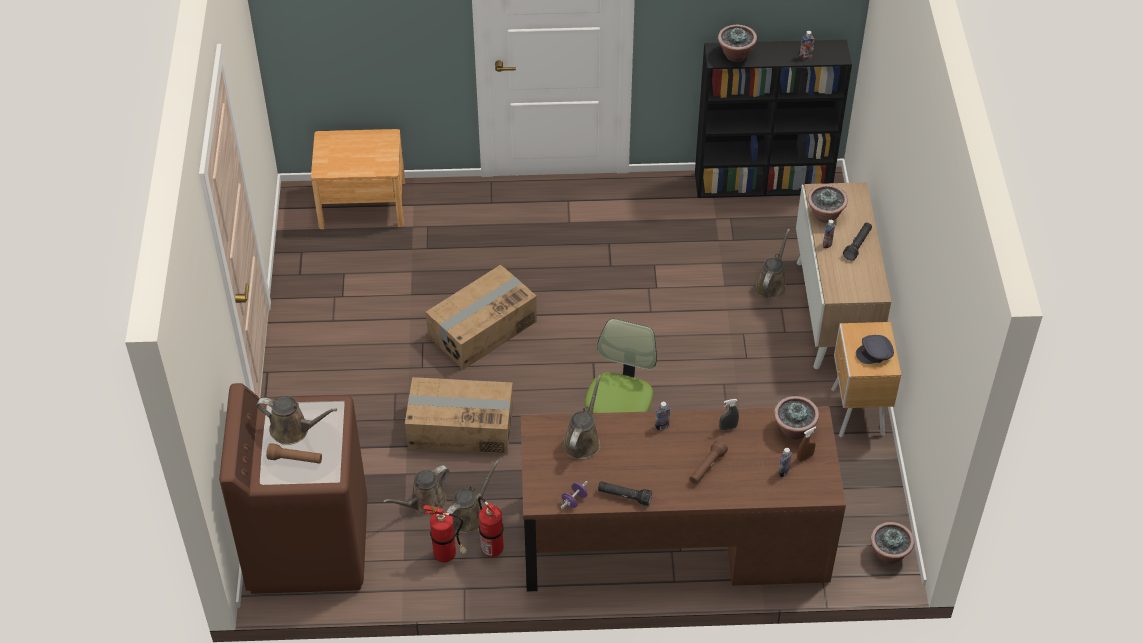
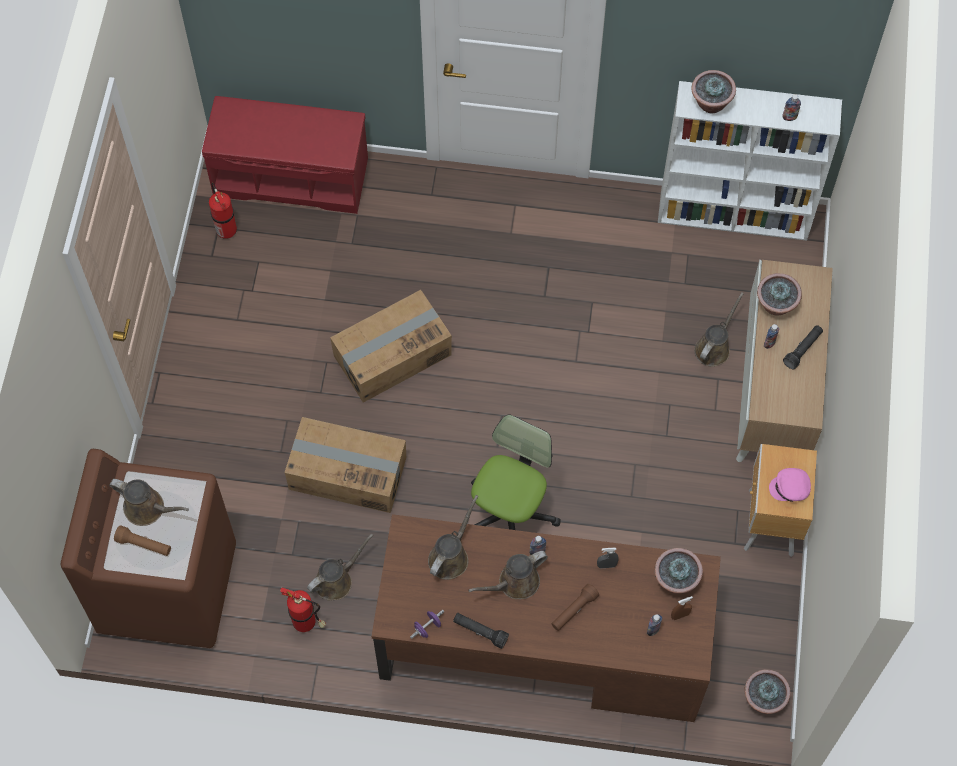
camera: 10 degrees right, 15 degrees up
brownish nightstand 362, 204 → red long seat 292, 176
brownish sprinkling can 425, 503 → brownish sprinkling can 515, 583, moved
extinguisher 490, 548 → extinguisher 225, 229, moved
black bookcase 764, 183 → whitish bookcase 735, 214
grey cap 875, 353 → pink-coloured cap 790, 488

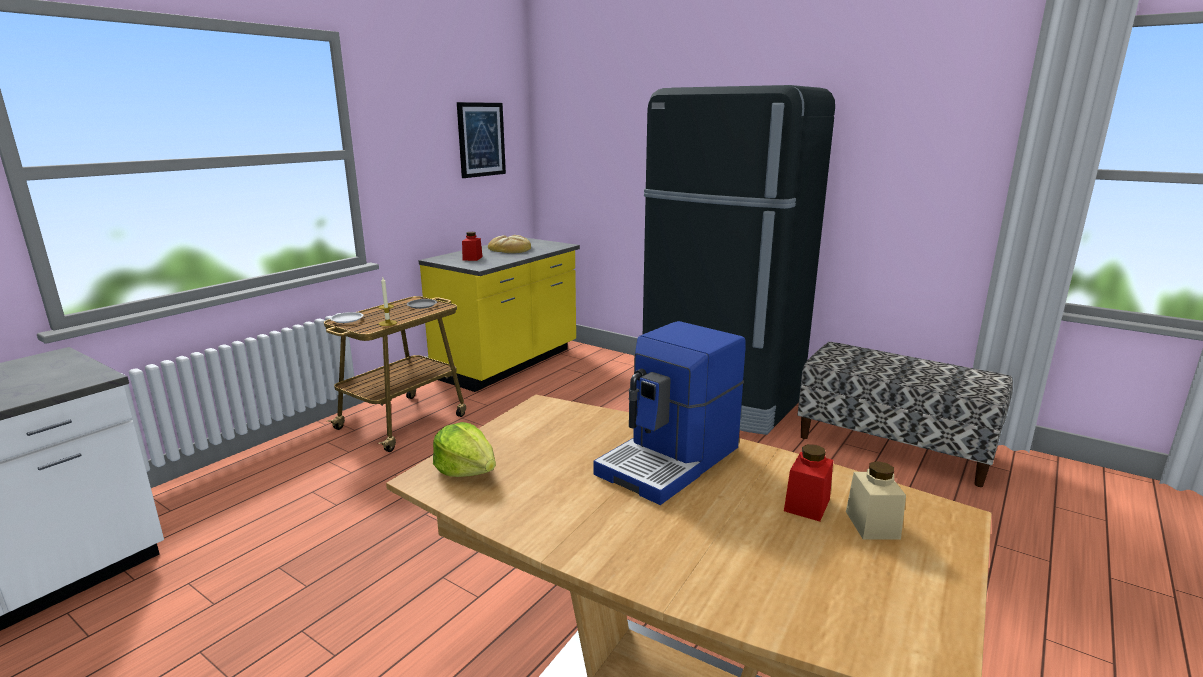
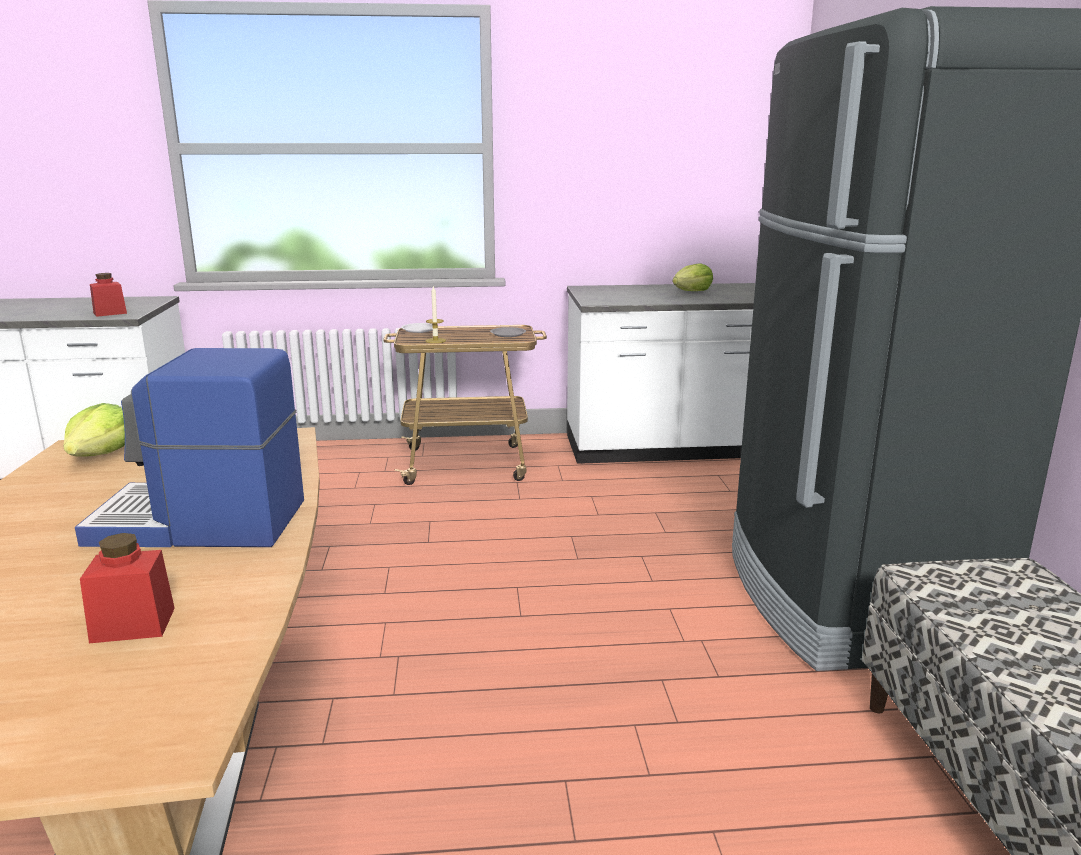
camera: 50 degrees right, 0 degrees up
yellow-coloured counter 509, 364 → whitish counter 666, 449
picture 481, 139 → -
red jar 472, 258 → red jar 110, 313, moved
bakery bread 510, 249 → head of lettuce 692, 292
beige jar 872, 525 → -

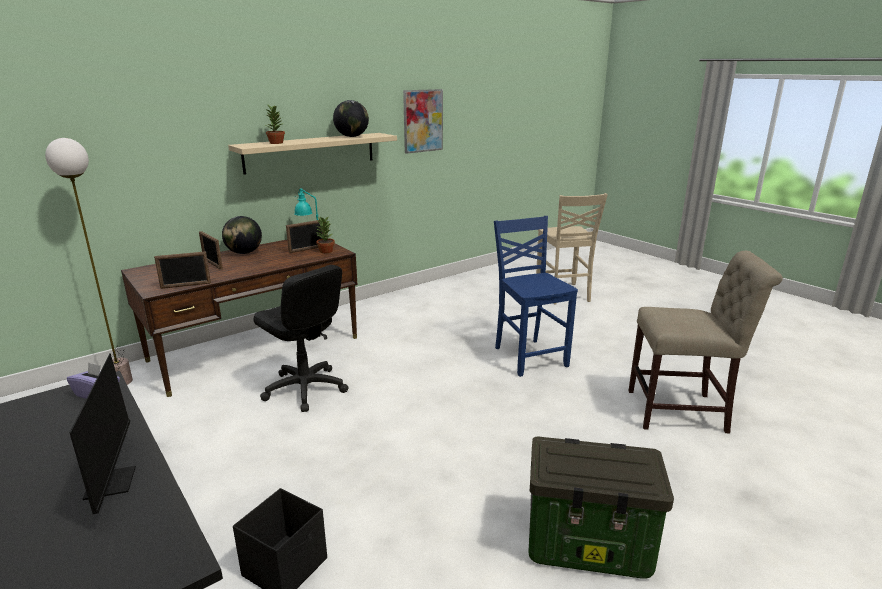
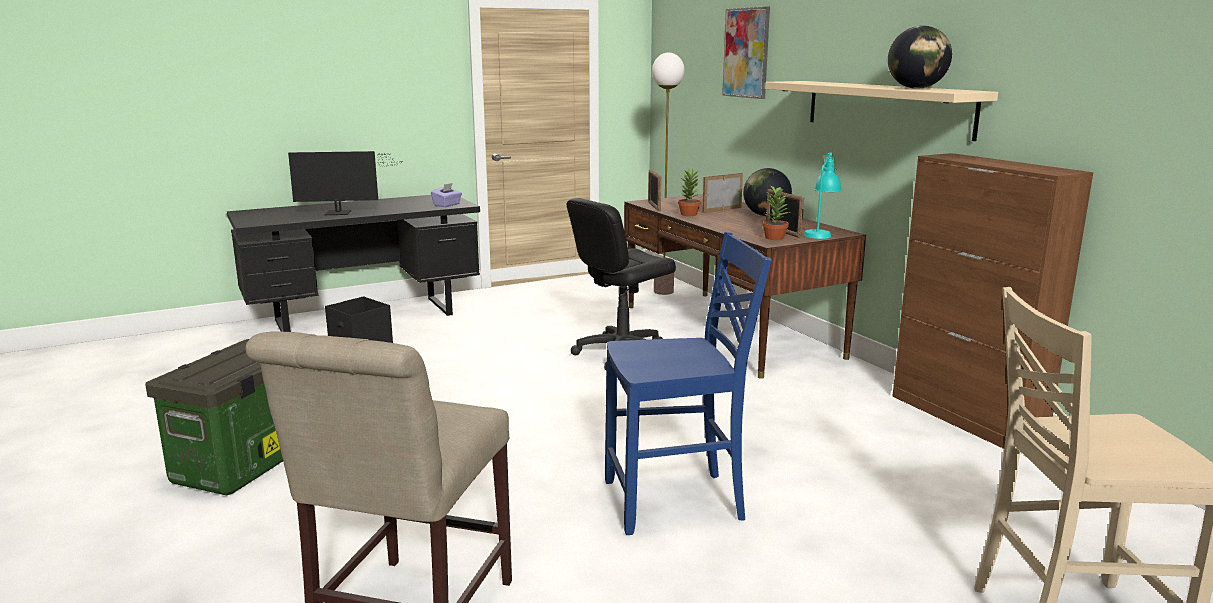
camera: 100 degrees right, 5 degrees down
plant in a pot 276, 143 → plant in a pot 689, 214, moved
picture 423, 121 → picture 746, 53, moved
- → brownish cabinet 966, 419

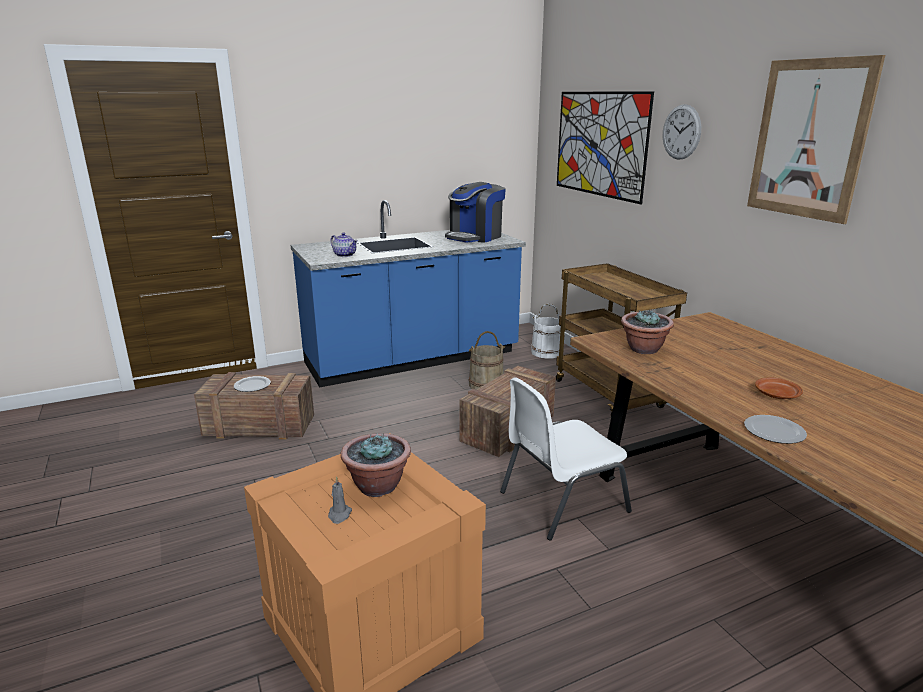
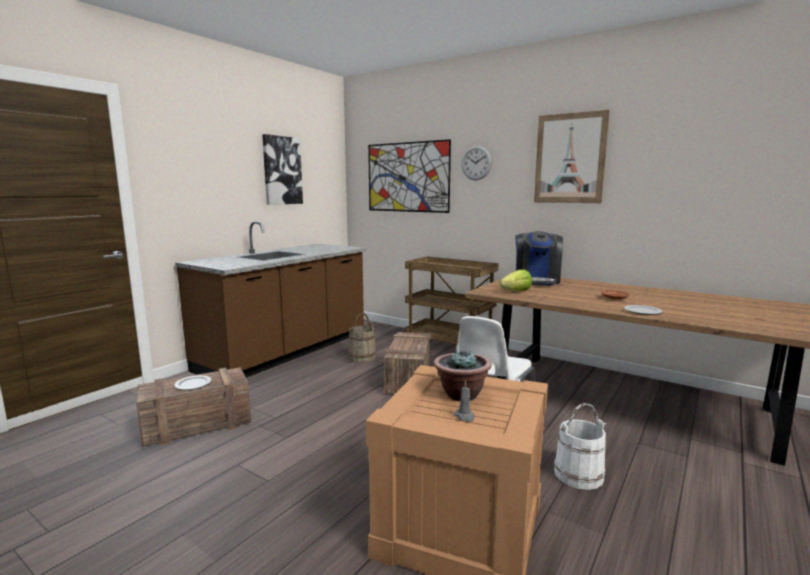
camera: 30 degrees left, 10 degrees down
bluish counter 412, 359 → brownish counter 286, 352
teapot 345, 255 → -
coffee machine 475, 237 → coffee machine 536, 280, moved
whitish bucket 546, 352 → whitish bucket 578, 475, moved
plant in a pot 644, 349 → head of lettuce 516, 291
- → picture 282, 170

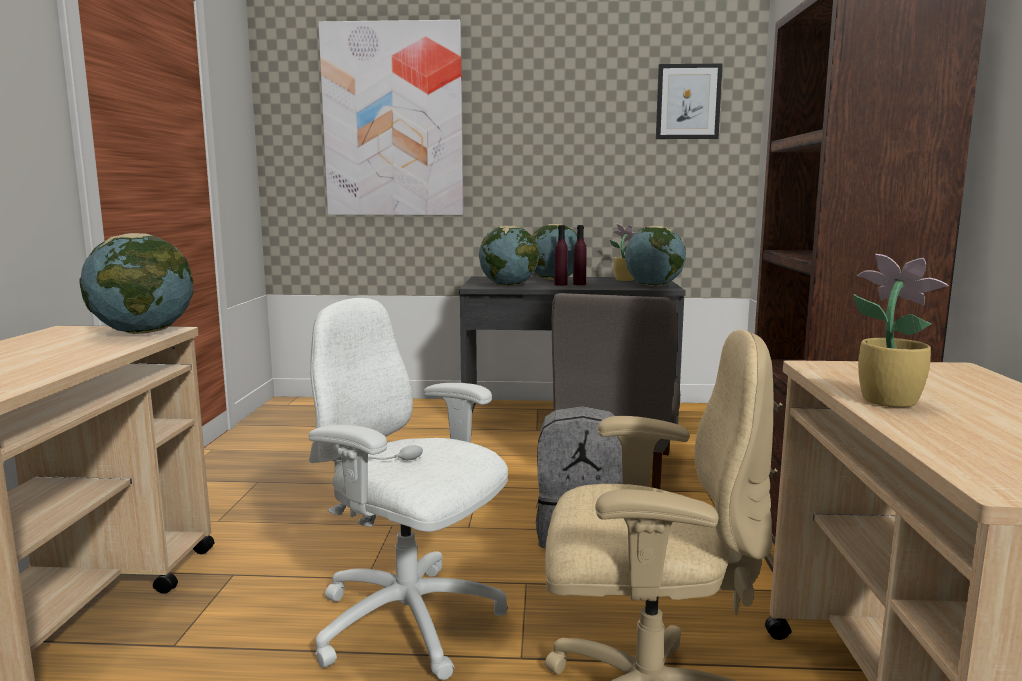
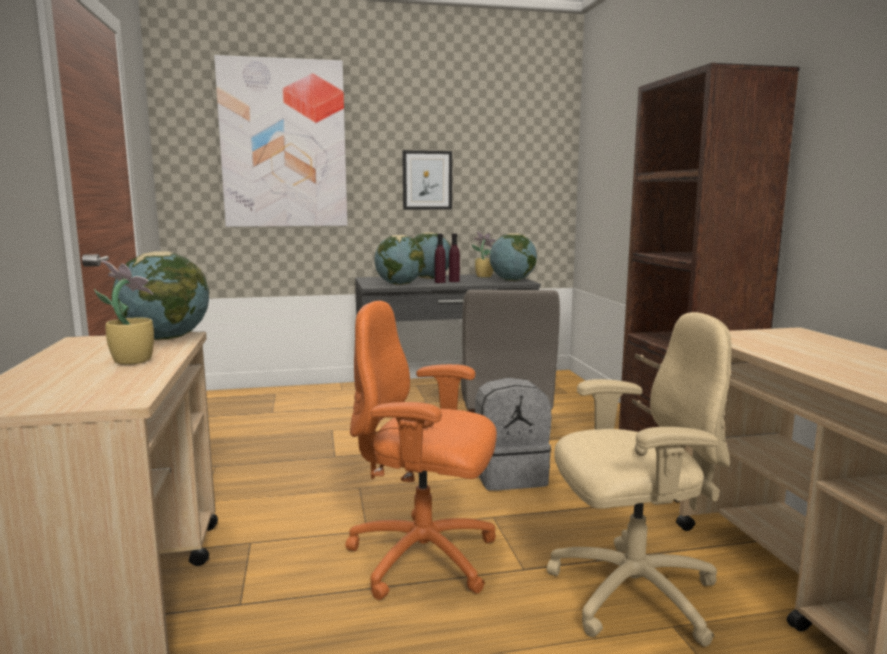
camera: 15 degrees left, 0 degrees up
whitish computer chair 410, 623 → orange computer chair 425, 558
picture 688, 102 → picture 427, 180, moved
plant in a pot 886, 401 → plant in a pot 132, 360, moved

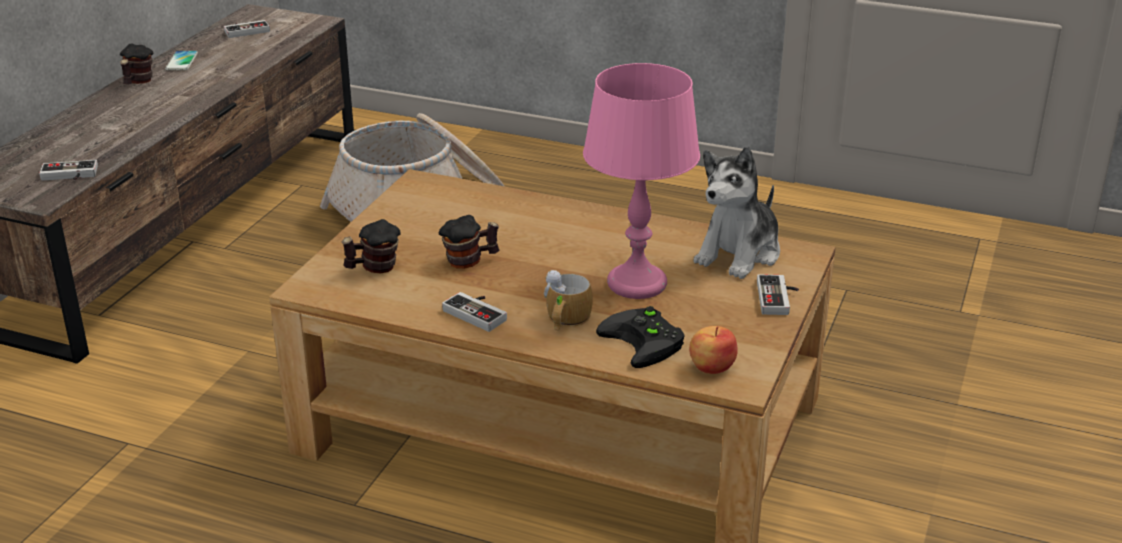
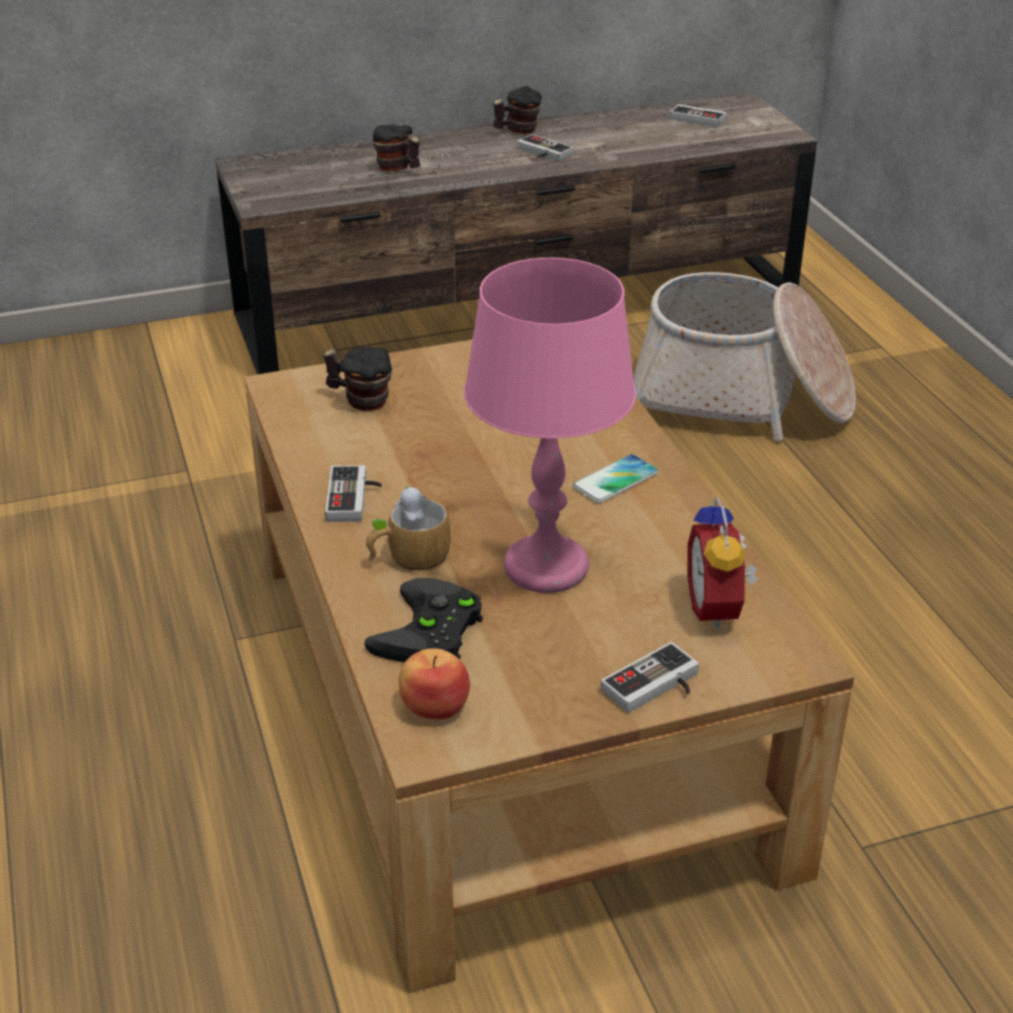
camera: 50 degrees right, 5 degrees up
joypad 69, 176 → joypad 541, 153, moved
handset 182, 61 → handset 615, 480, moved
tea mug 470, 261 → tea mug 397, 169, moved
cuddly toy 739, 254 → table clock 718, 608

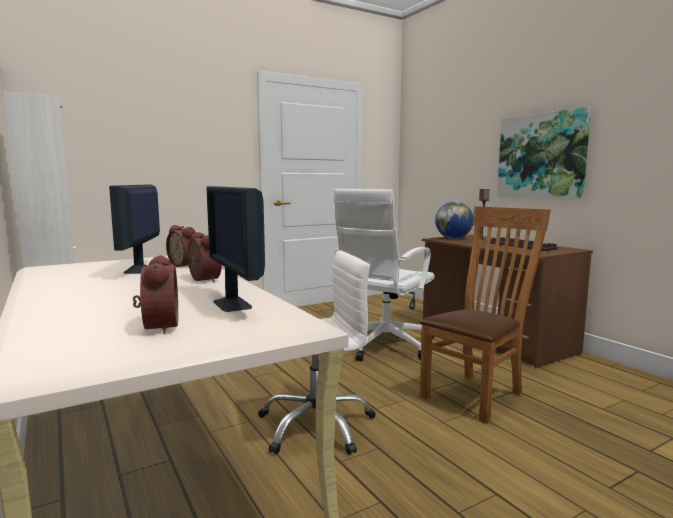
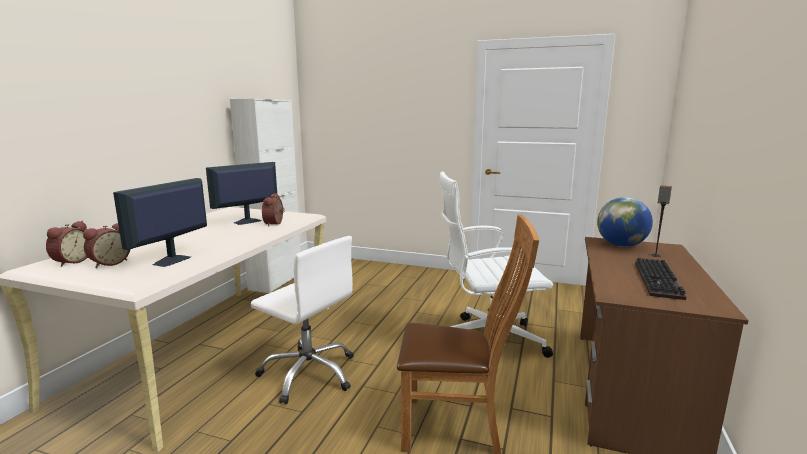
camera: 50 degrees right, 5 degrees up
table clock 202, 280 → table clock 71, 261, moved
picture 541, 156 → -

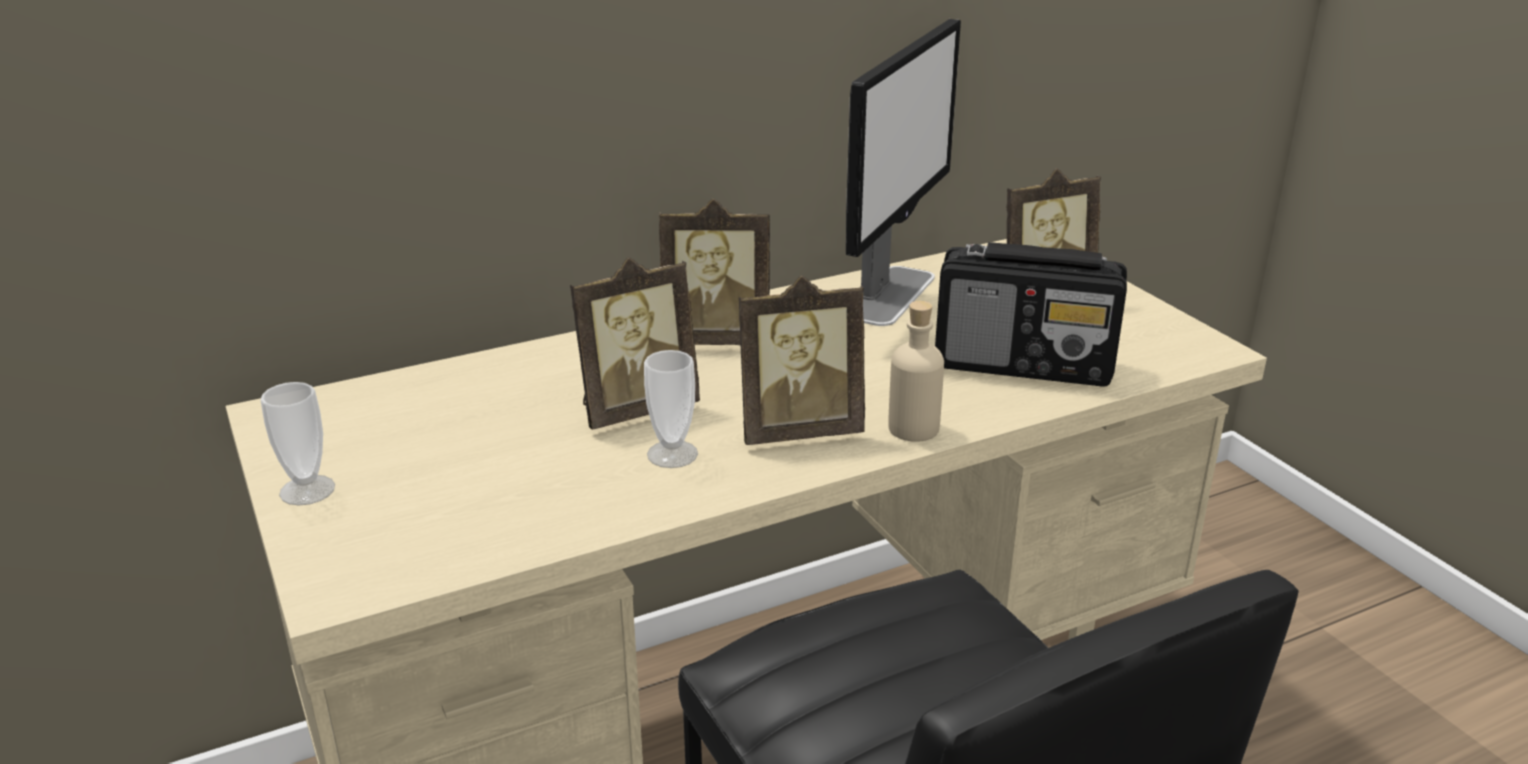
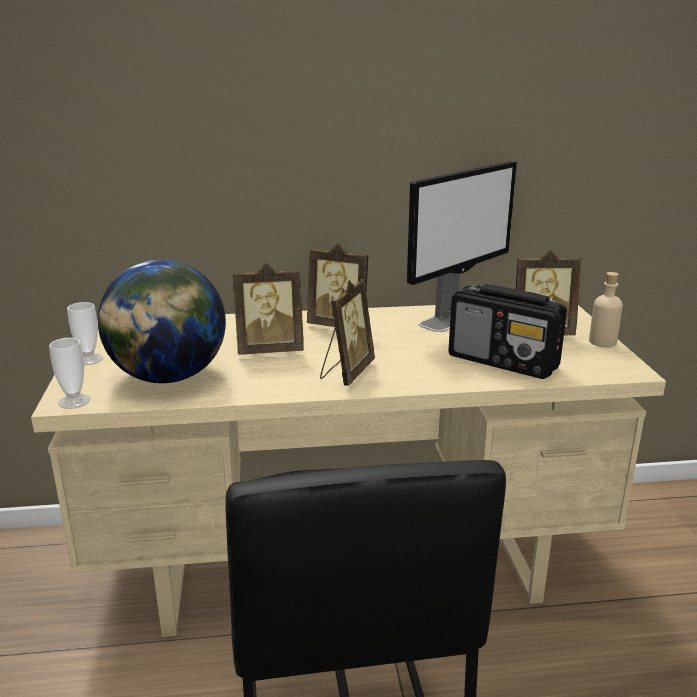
camera: 20 degrees right, 5 degrees down
drinking cup 672, 454 → drinking cup 74, 401, moved
photo frame 798, 430 → photo frame 346, 372, 75 degrees counterclockwise
beige beverage bottle 913, 428 → beige beverage bottle 602, 342, moved
- → globe 168, 377

